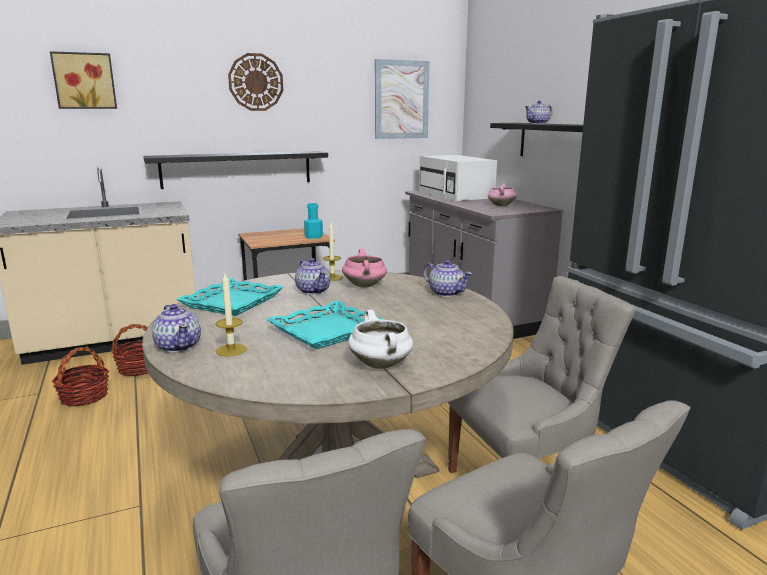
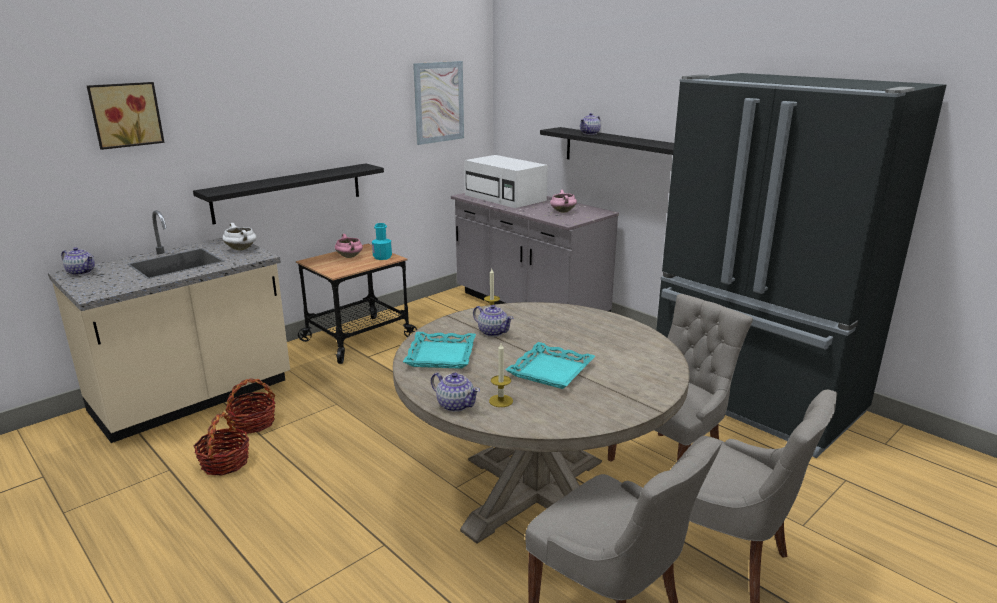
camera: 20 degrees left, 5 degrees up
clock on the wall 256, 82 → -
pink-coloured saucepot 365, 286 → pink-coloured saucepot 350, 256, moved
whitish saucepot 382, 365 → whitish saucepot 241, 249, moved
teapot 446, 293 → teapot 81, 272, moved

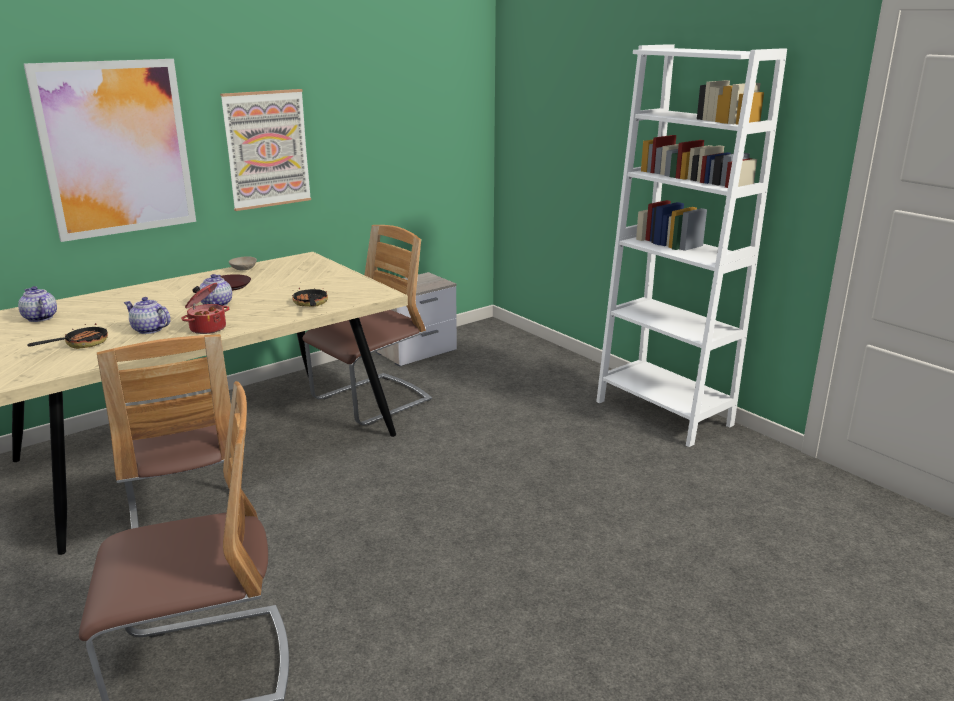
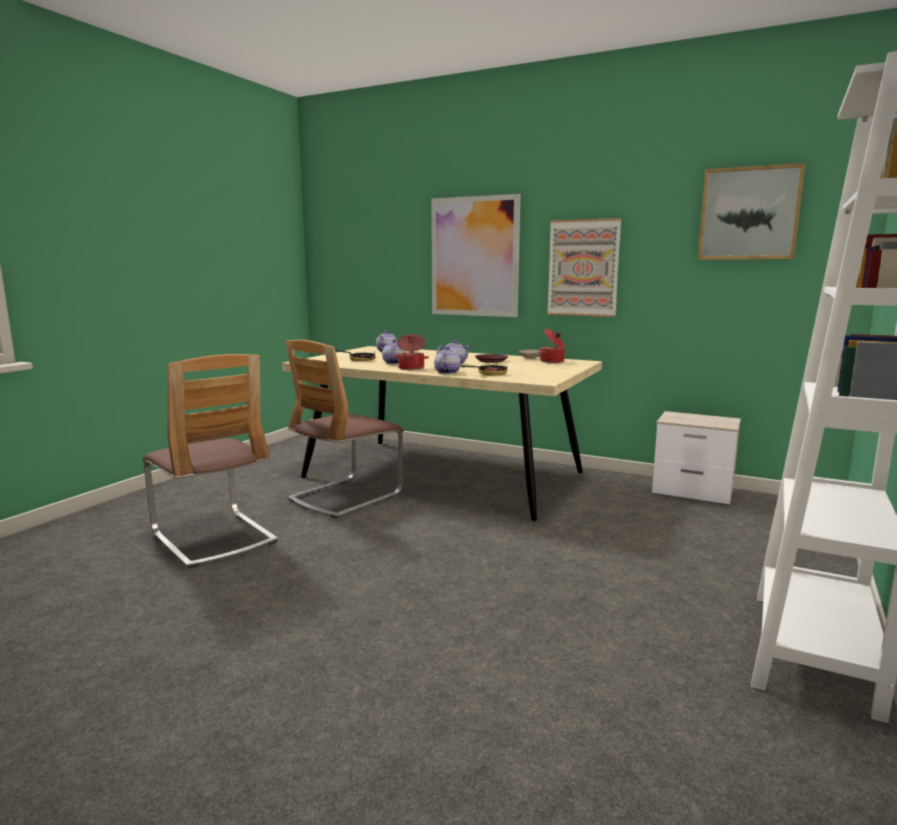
camera: 65 degrees right, 10 degrees down
plain chair 371, 401 → -
- → teapot 447, 372
- → saucepot 552, 361
- → picture 749, 213

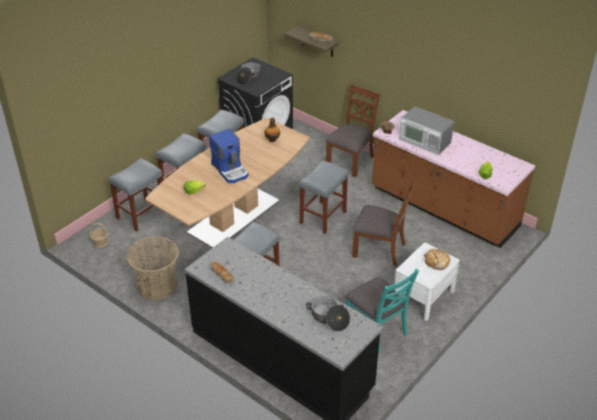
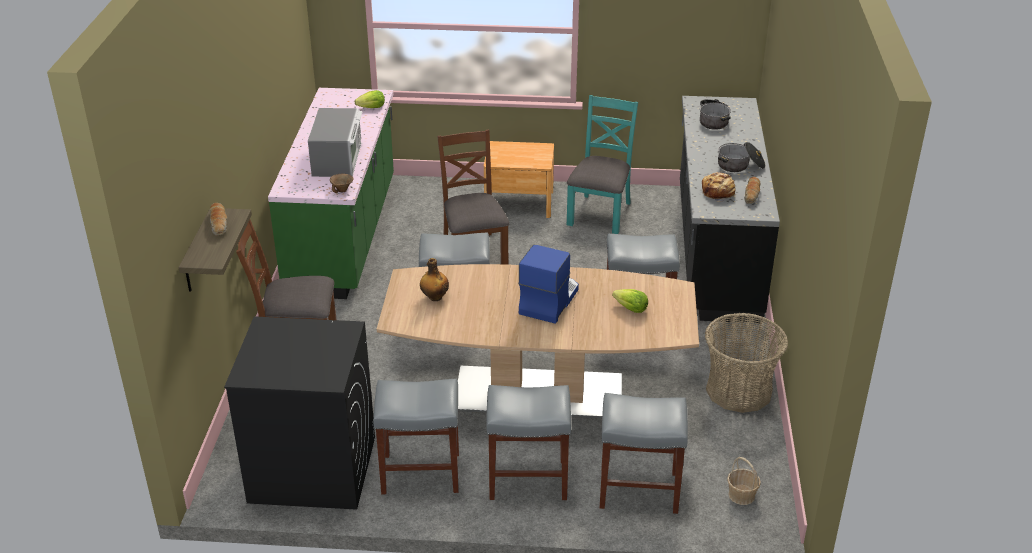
camera: 125 degrees left, 5 degrees down
saucepot 248, 78 → saucepot 740, 166, moved
brownish counter 443, 208 → greenish counter 344, 235
whitish nightstand 423, 296 → brownish nightstand 519, 203
bakery bread 436, 262 → bakery bread 718, 192, moved

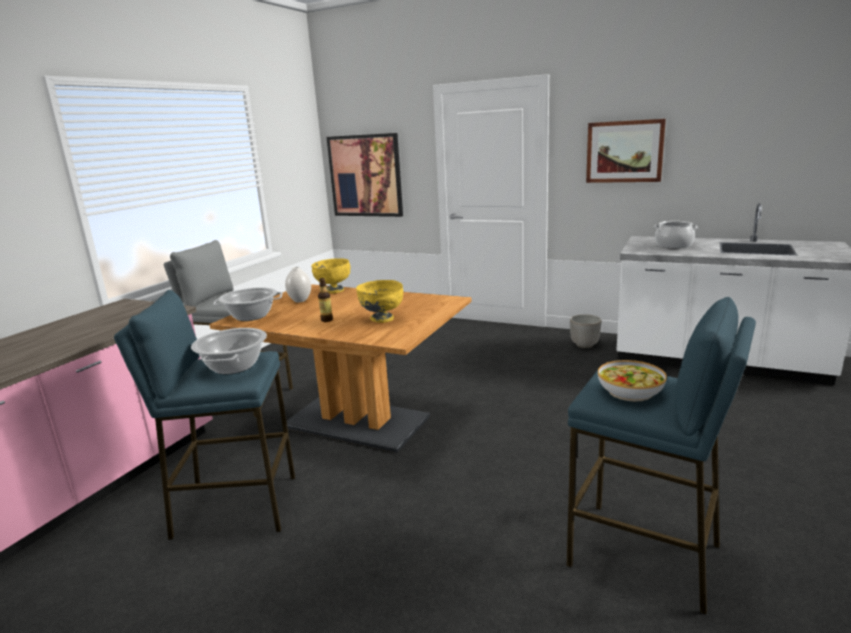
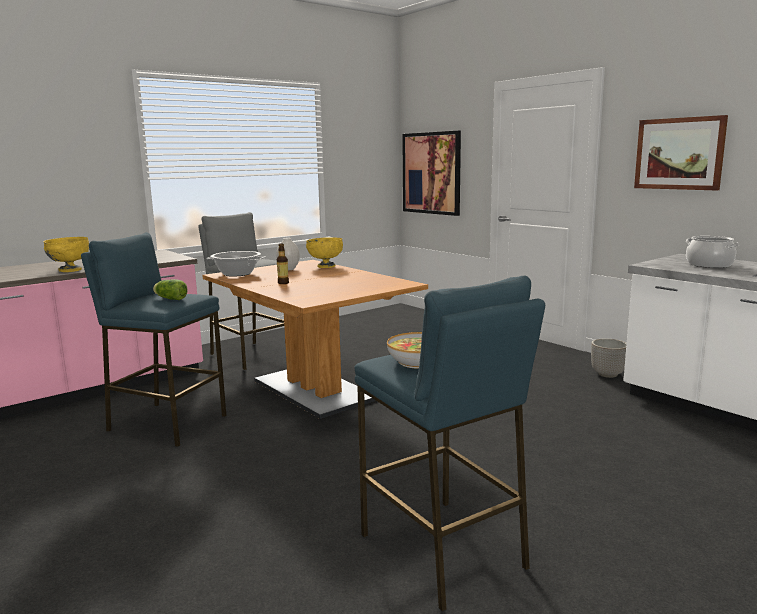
camera: 25 degrees right, 5 degrees down
saucepot 234, 366 → head of lettuce 170, 298
yellow-coloured bowl 382, 319 → yellow-coloured bowl 69, 270, moved

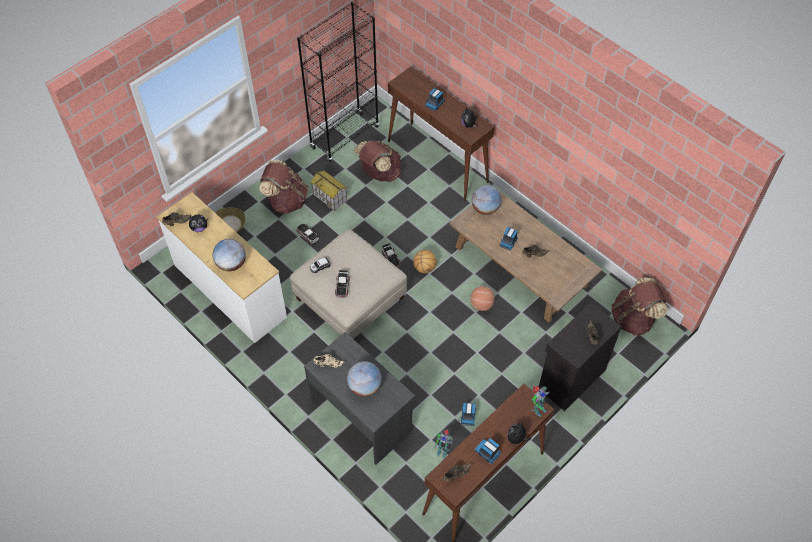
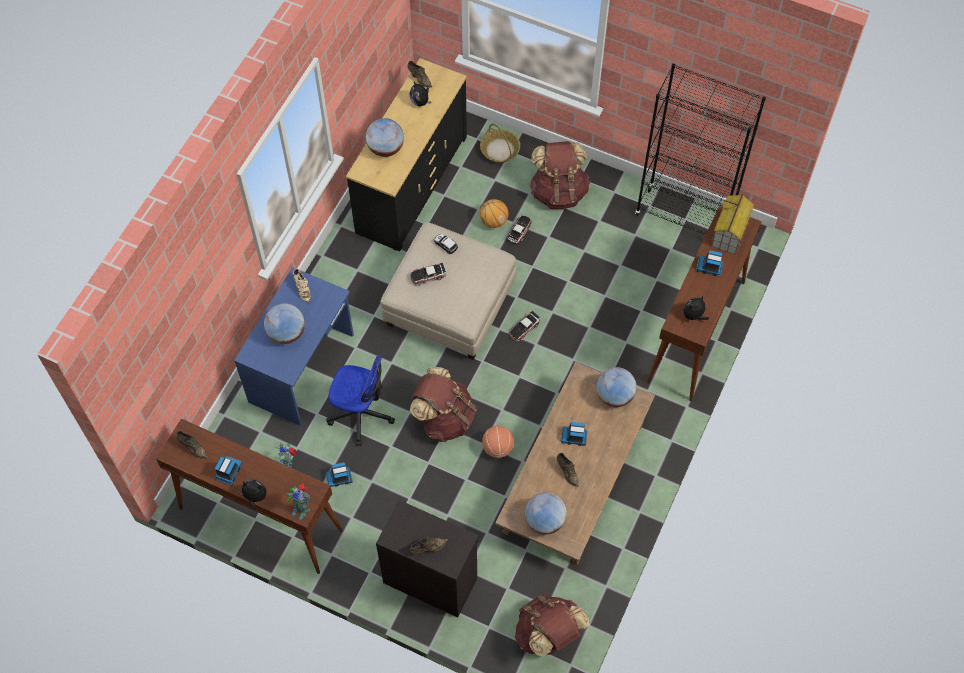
camera: 70 degrees right, 5 degrees up
whitish dresser 229, 291 → black dresser 411, 184
grey desk 361, 415 → bluish desk 303, 368
model house 330, 197 → model house 729, 233, moved
brownish rucksack 379, 173 → brownish rucksack 444, 418, moved
ball for basketball 424, 268 → ball for basketball 493, 221, moved
- → computer chair 361, 413
- → globe 544, 520

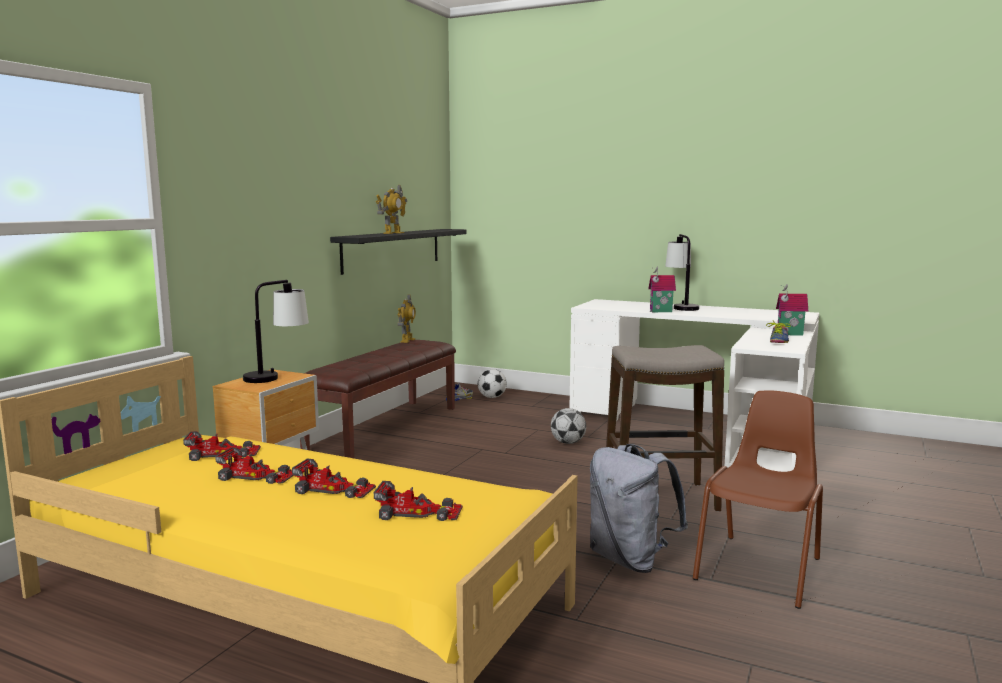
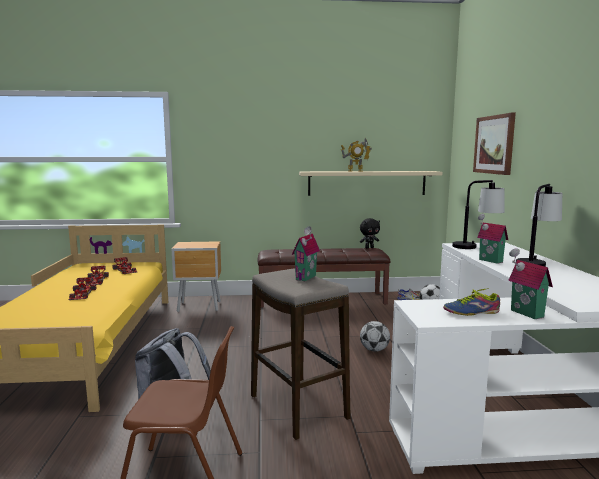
camera: 60 degrees right, 0 degrees up
lamp for a table 277, 377 → lamp for a table 476, 248, moved
black wall shelf 392, 249 → beige wall shelf 367, 183
toy car 418, 512 → -
robot figure 407, 340 → black cuddly toy 369, 247
- → model house 307, 278
- → picture 494, 144

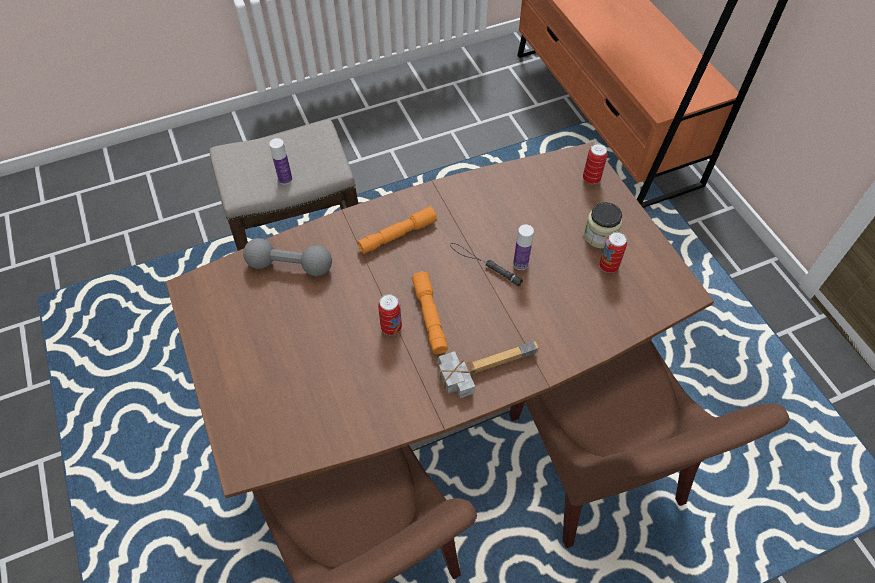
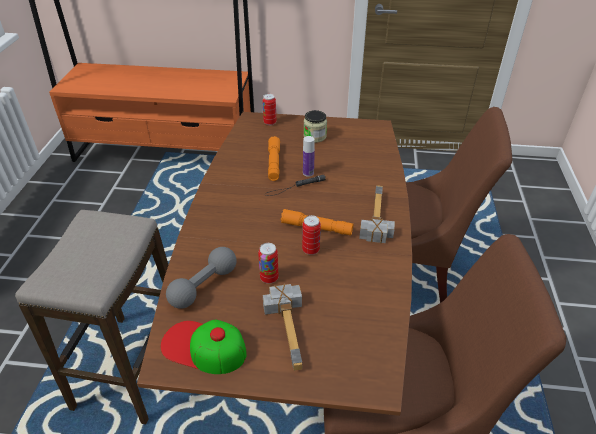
camera: 60 degrees left, 15 degrees down
beverage bottle 285, 179 → -
orange hand torch 397, 235 → orange hand torch 274, 163, moved
can 608, 266 → can 269, 278, moved
- → cap 203, 347
- → hand hammer 293, 327

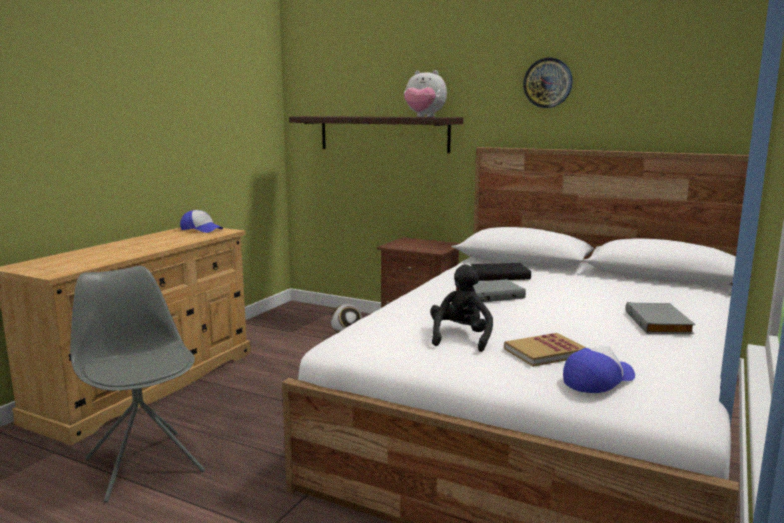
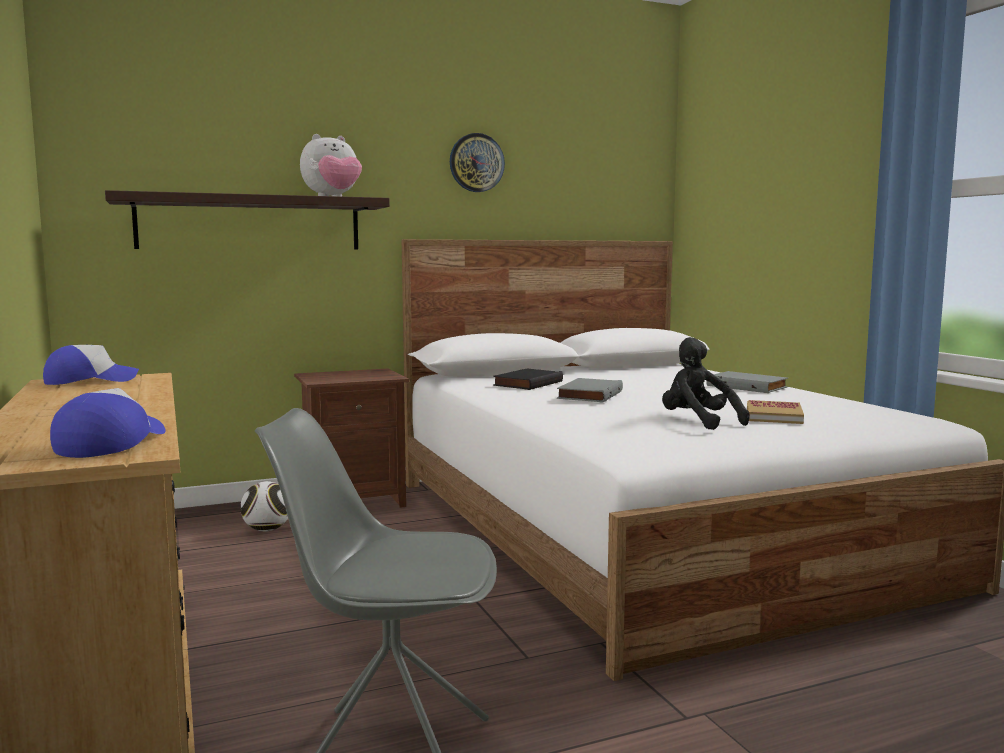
camera: 50 degrees left, 5 degrees down
cap 598, 380 → cap 111, 443, moved

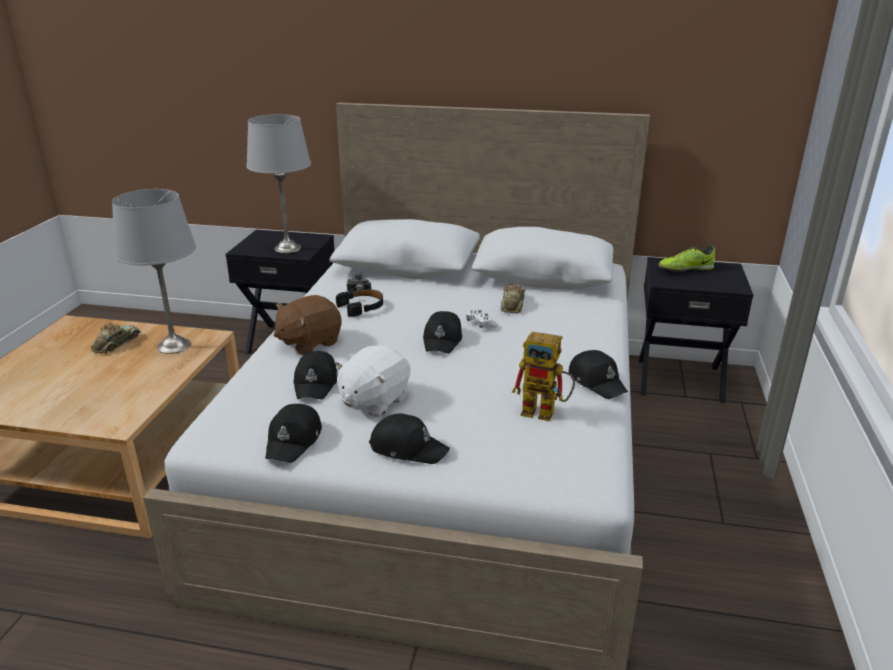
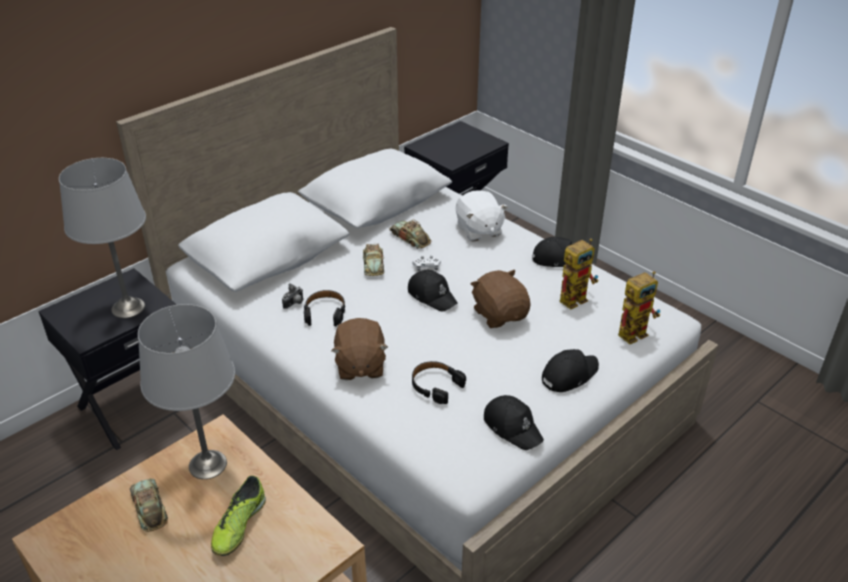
camera: 55 degrees left, 10 degrees up
black cap 316, 383 → black headphones 436, 385
whitish cuddly toy 374, 400 → whitish cuddly toy 478, 230, moved
shoe 685, 269 → shoe 239, 525, moved
- → toy car 373, 264
- → brownish cuddly toy 500, 314
- → robot figure 635, 331

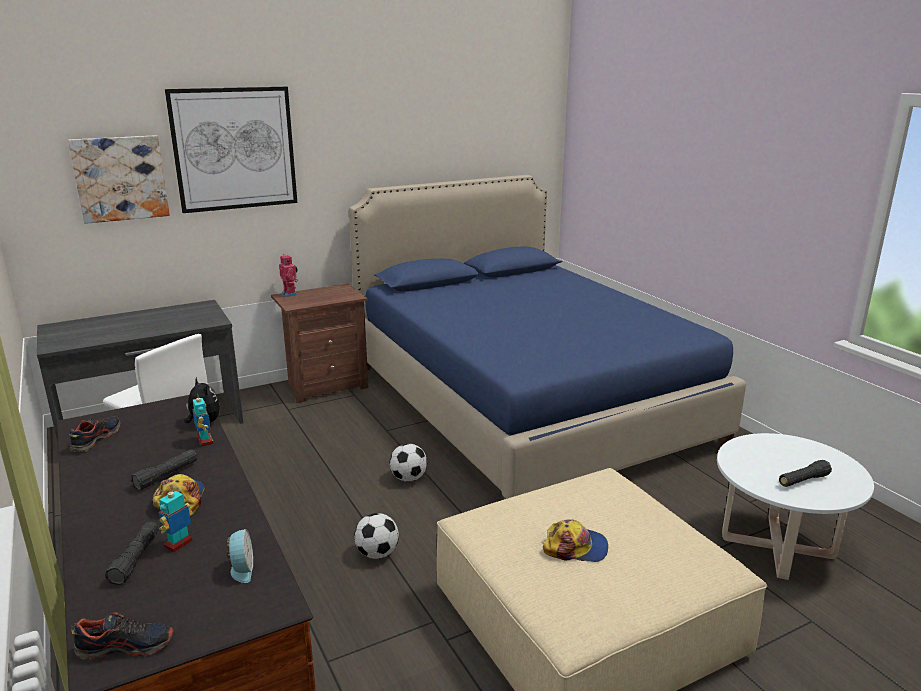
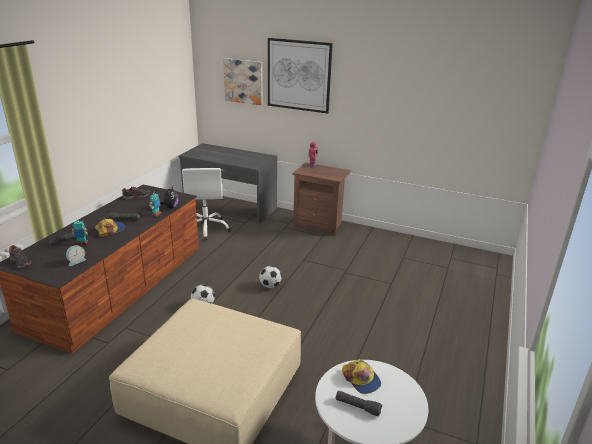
camera: 50 degrees right, 5 degrees up
bluish bedroom bed 525, 403 → -
cap 575, 547 → cap 361, 379, moved

